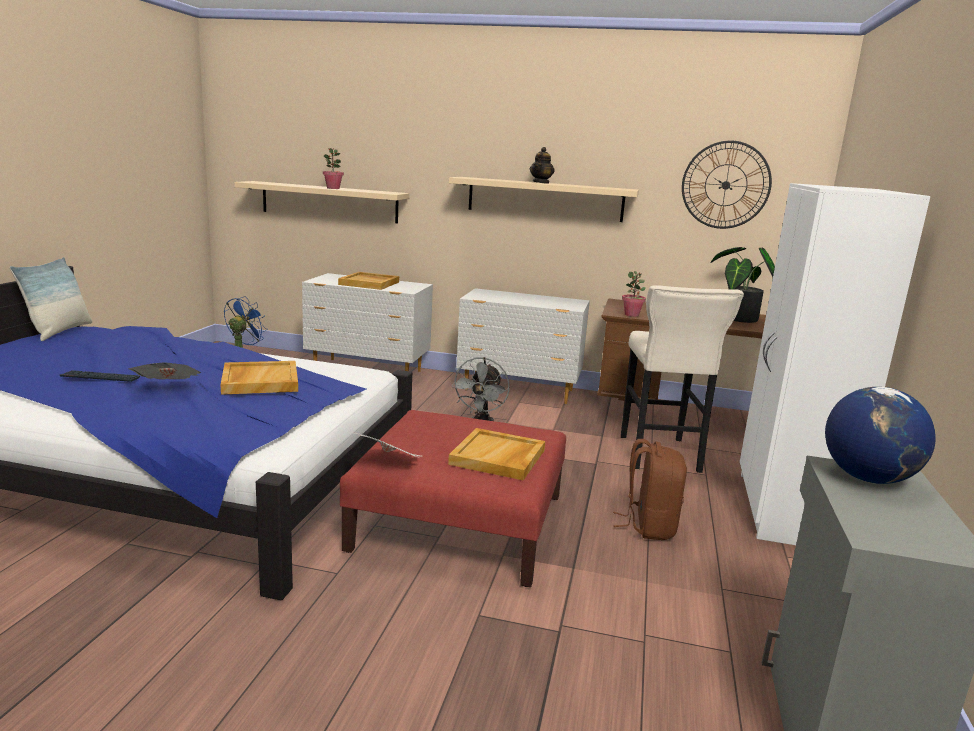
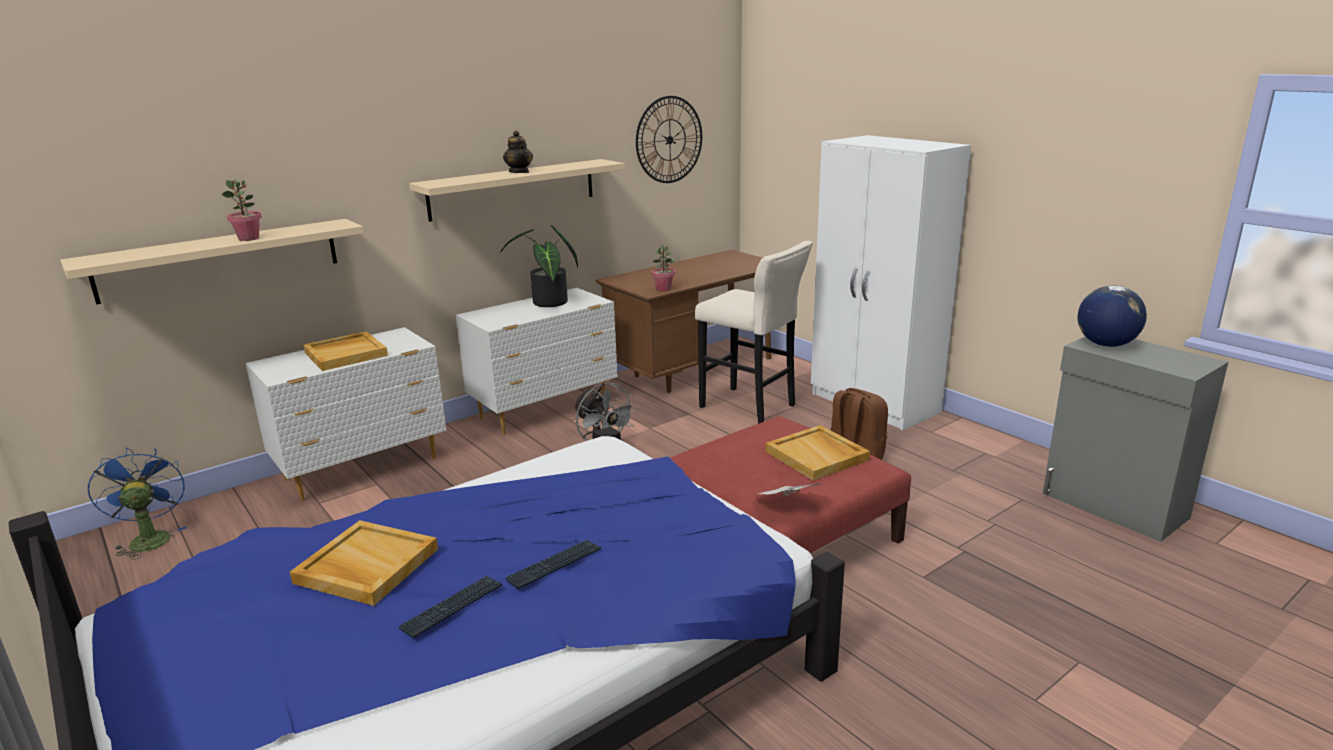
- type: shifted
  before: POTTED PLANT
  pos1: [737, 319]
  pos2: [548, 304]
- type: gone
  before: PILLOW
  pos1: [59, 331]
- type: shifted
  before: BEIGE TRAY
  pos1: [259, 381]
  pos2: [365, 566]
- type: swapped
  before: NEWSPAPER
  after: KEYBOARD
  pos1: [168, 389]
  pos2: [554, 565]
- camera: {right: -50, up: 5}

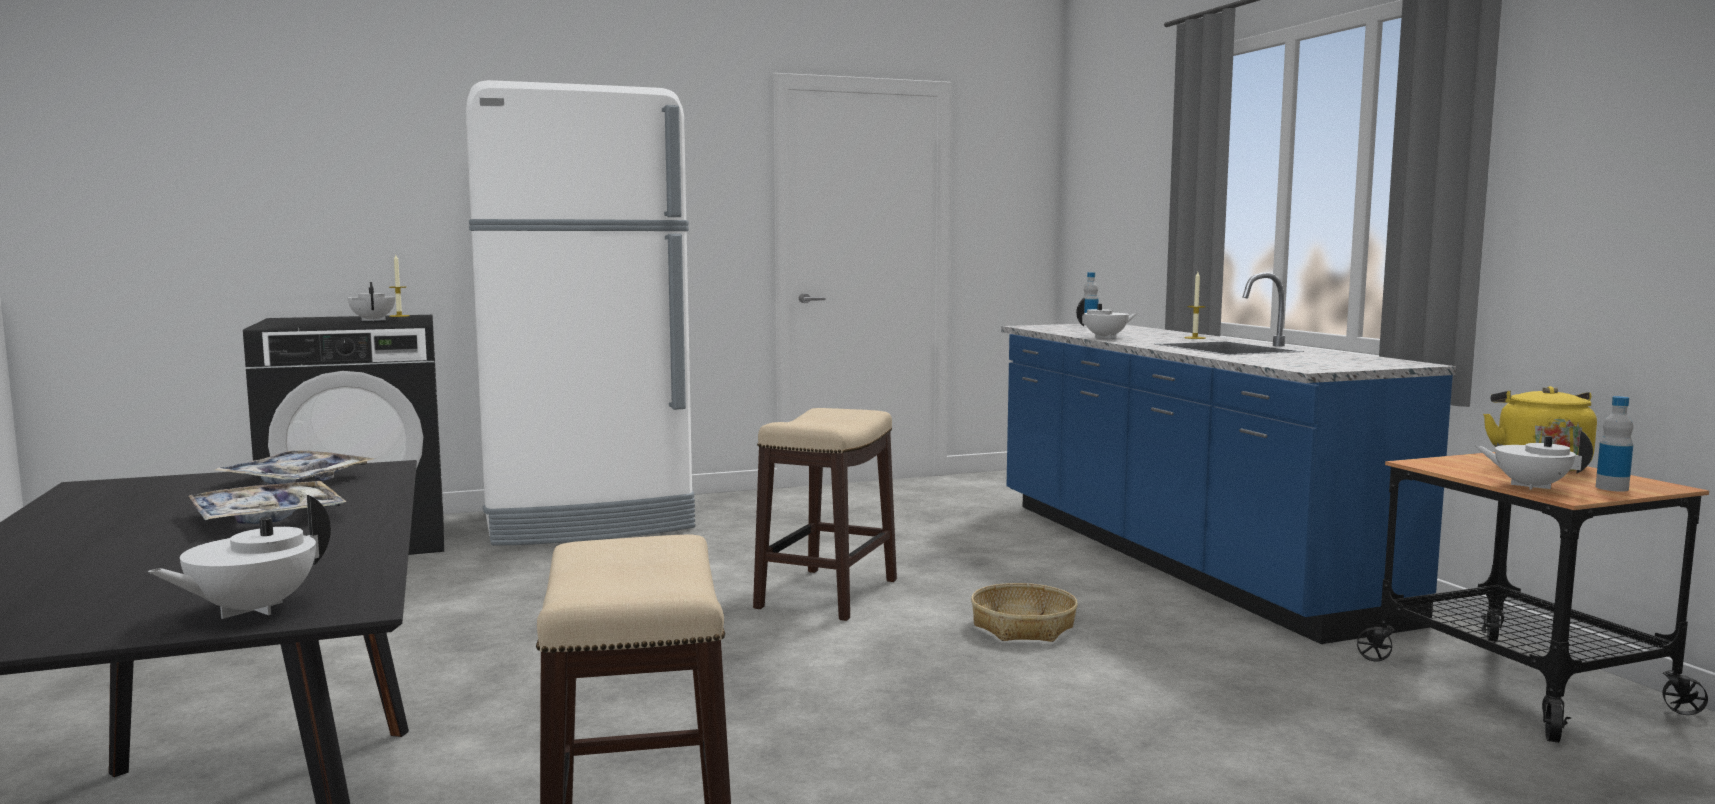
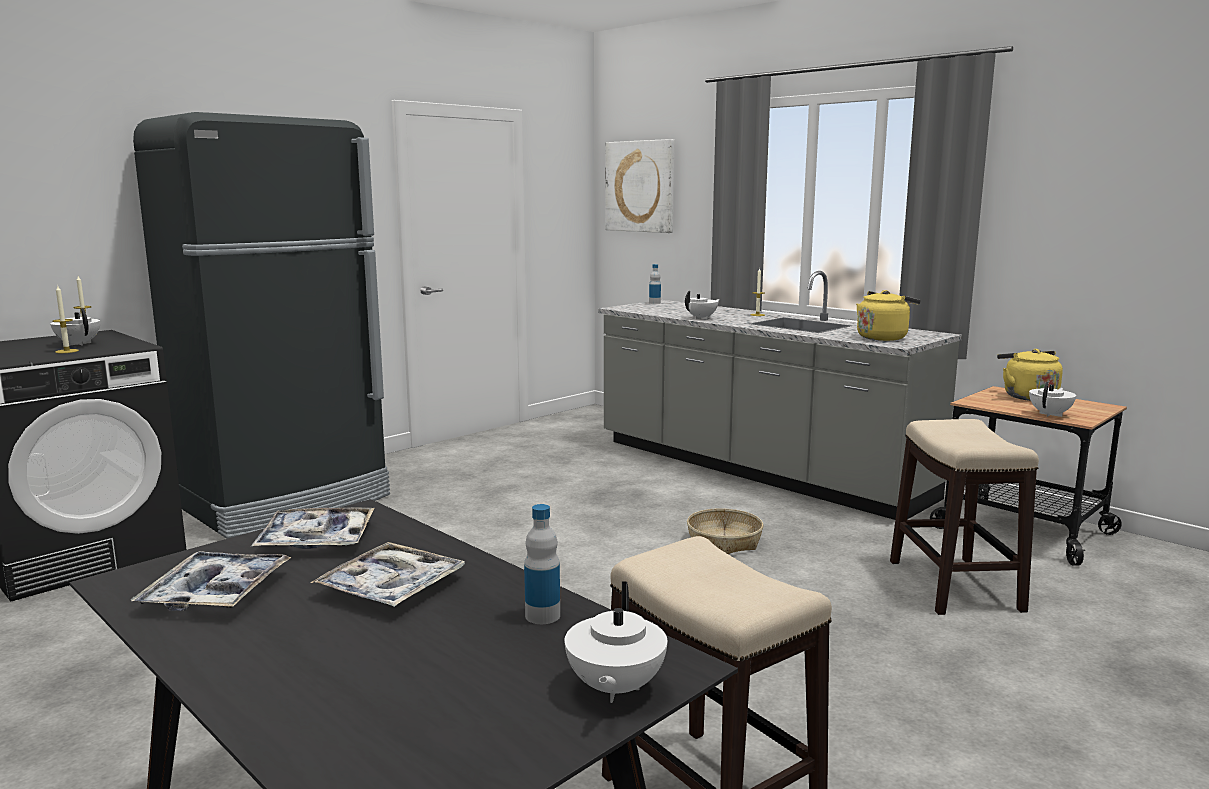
- type: repainted
  before: WHITE FRIDGE
  after: BLACK FRIDGE
  pos1: [588, 522]
  pos2: [287, 502]
- type: repainted
  before: BLUE COUNTER
  after: GREY COUNTER
  pos1: [1177, 557]
  pos2: [756, 469]
- type: shifted
  before: BOTTLE
  pos1: [1612, 488]
  pos2: [542, 615]
- type: shifted
  before: STOOL
  pos1: [827, 594]
  pos2: [955, 586]
- type: rotated
  before: WHITE TEAPOT
  pos1: [1530, 486]
  pos2: [1050, 414]
  turn: 120
- type: new
  after: PICTURE
  pos2: [640, 186]
- type: new
  after: CANDLE
  pos2: [67, 351]
- type: new
  after: YELLOW KETTLE
  pos2: [883, 337]
- type: new
  after: TRAY
  pos2: [215, 592]
- camera: {right: -25, up: 5}

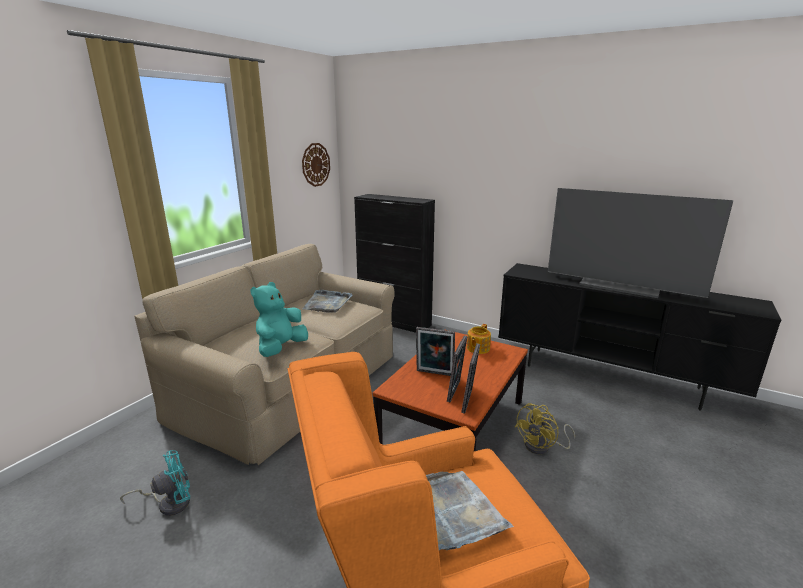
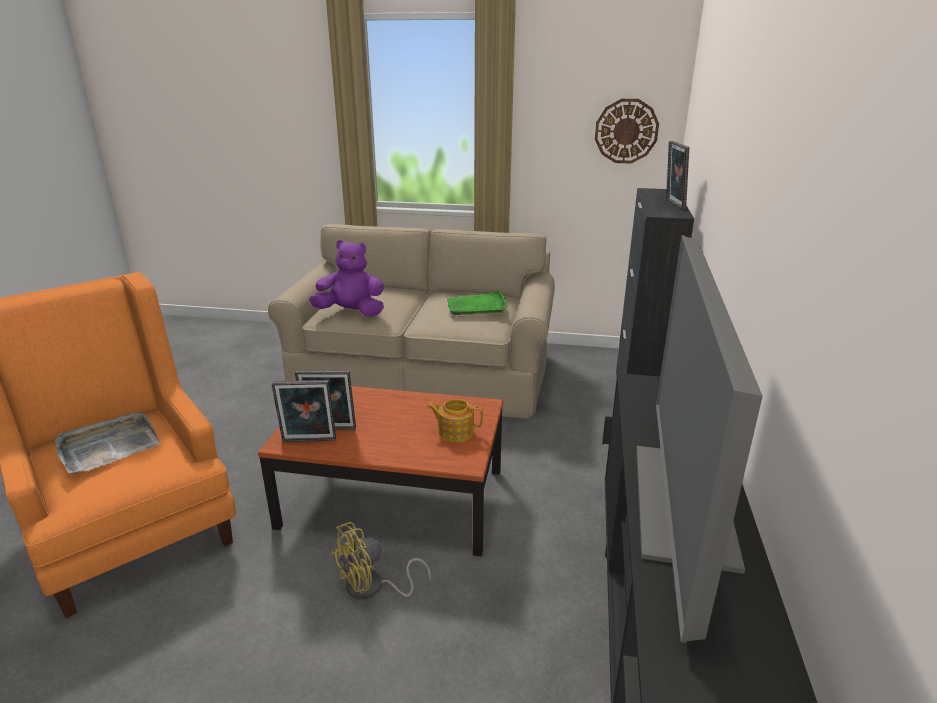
- type: repainted
  before: TURQUOISE PLUSH TOY
  after: PURPLE PLUSH TOY
  pos1: [281, 348]
  pos2: [351, 312]
- type: repainted
  before: GREY TRAY
  after: GREEN TRAY
  pos1: [327, 303]
  pos2: [477, 306]
- type: shifted
  before: PICTURE FRAME
  pos1: [434, 374]
  pos2: [673, 204]
- type: rotated
  before: YELLOW FAN
  pos1: [542, 447]
  pos2: [372, 588]
  turn: -60
- type: gone
  before: TURQUOISE FAN
  pos1: [169, 503]
- camera: {right: 70, up: 5}

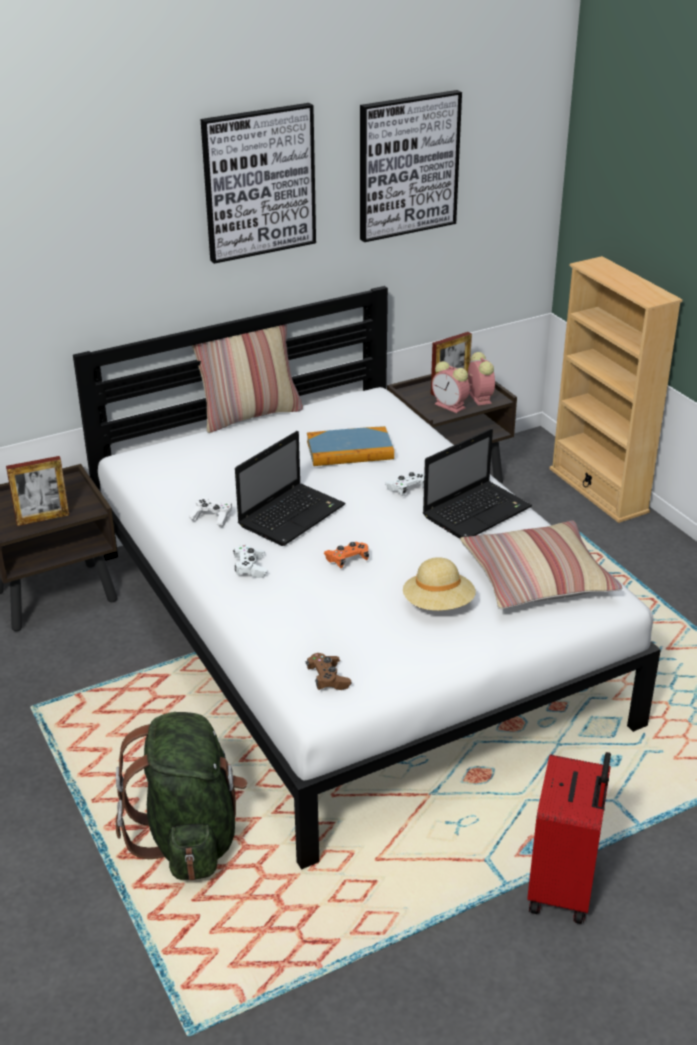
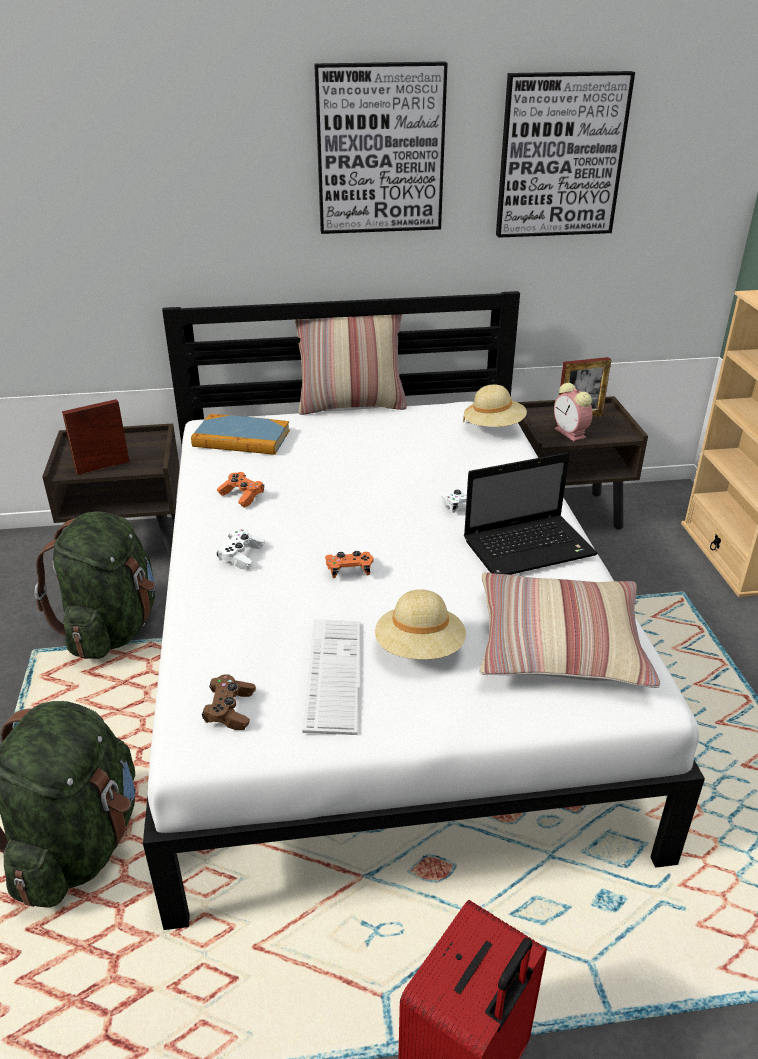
- type: gone
  before: ALARM CLOCK
  pos1: [478, 397]
- type: shifted
  before: BOOK
  pos1: [350, 450]
  pos2: [241, 439]
- type: gone
  before: LAPTOP
  pos1: [292, 515]
- type: rotated
  before: PICTURE FRAME
  pos1: [42, 518]
  pos2: [102, 466]
  turn: 150
- type: repainted
  before: WHITE GAME CONTROLLER
  after: ORANGE GAME CONTROLLER
  pos1: [212, 518]
  pos2: [242, 496]
- type: new
  after: BEIGE HAT
  pos2: [494, 427]
- type: new
  after: GREEN BACKPACK
  pos2: [112, 628]
- type: new
  after: KEYBOARD
  pos2: [334, 675]
- camera: {right: 20, up: 0}

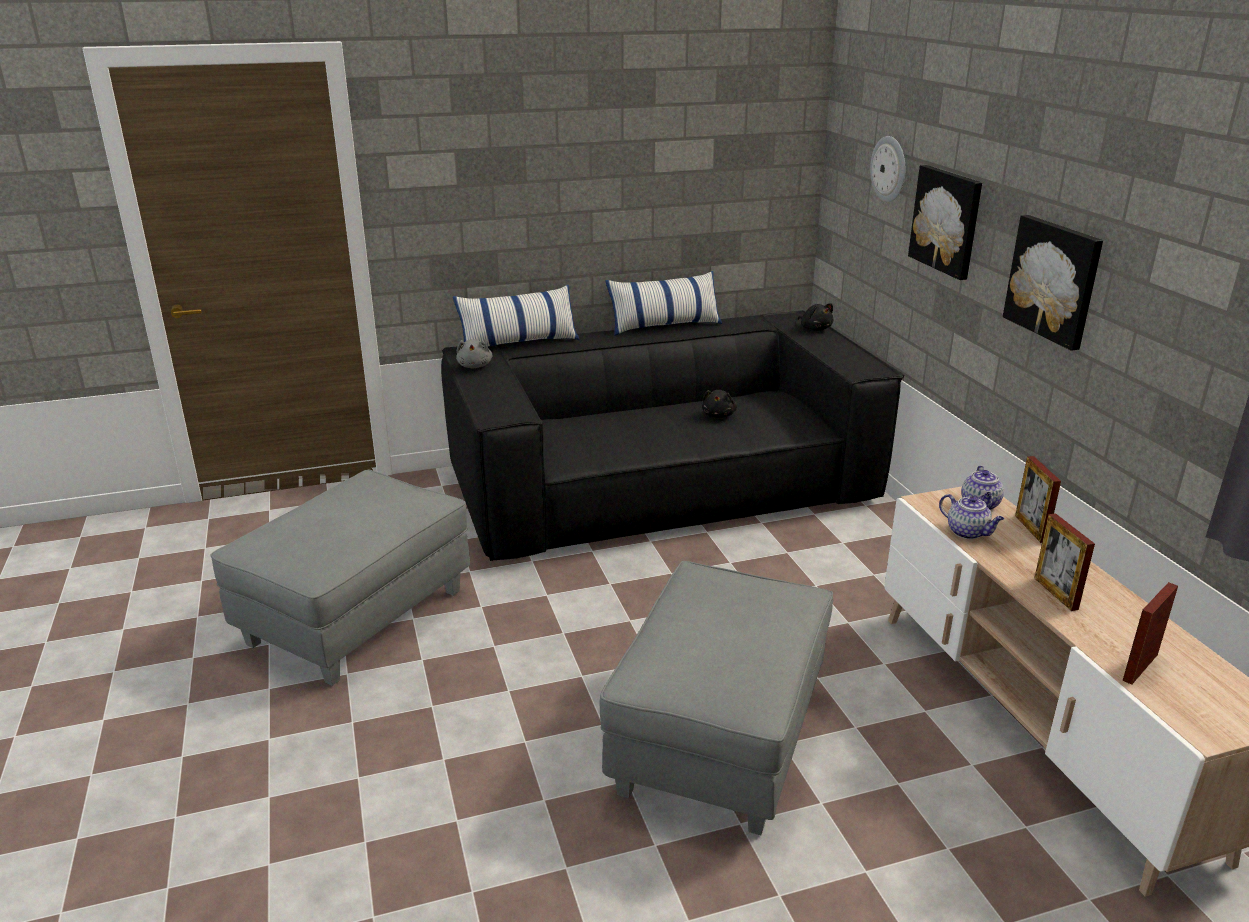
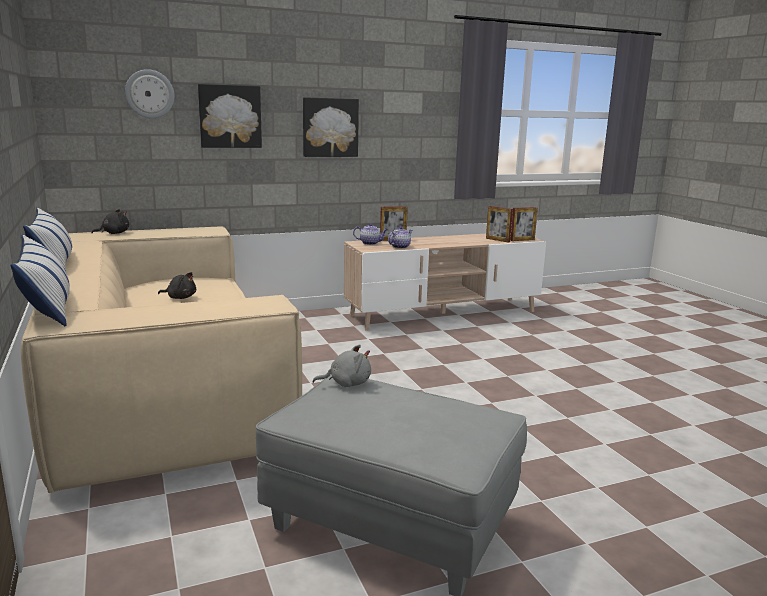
- type: repainted
  before: BLACK SOFA
  after: BEIGE SOFA
  pos1: [663, 486]
  pos2: [164, 384]
- type: shifted
  before: GREY PLUSH TOY
  pos1: [475, 366]
  pos2: [346, 383]
- type: shifted
  before: PICTURE FRAME
  pos1: [1055, 593]
  pos2: [522, 240]
- type: gone
  before: GREY OTTOMAN
  pos1: [719, 741]
- camera: {right: -95, up: -10}

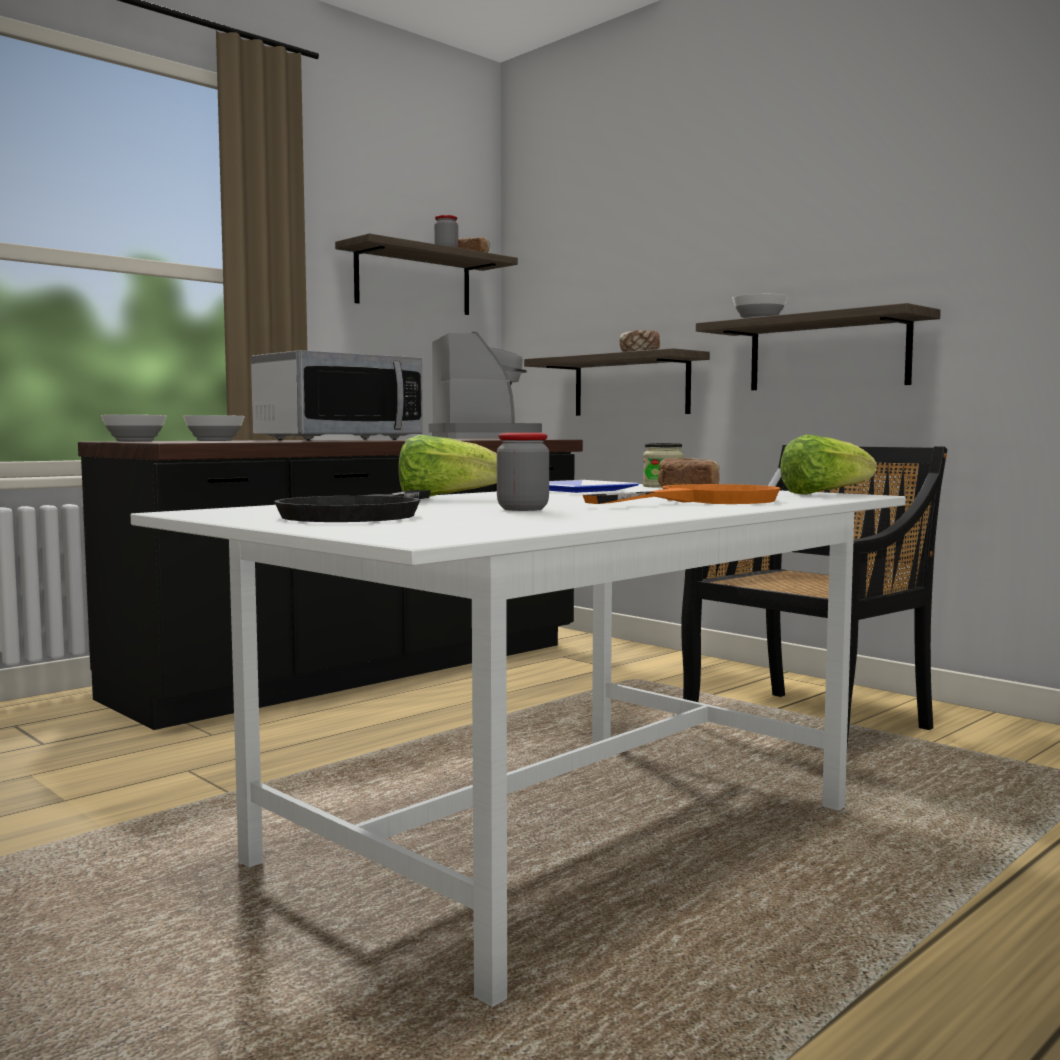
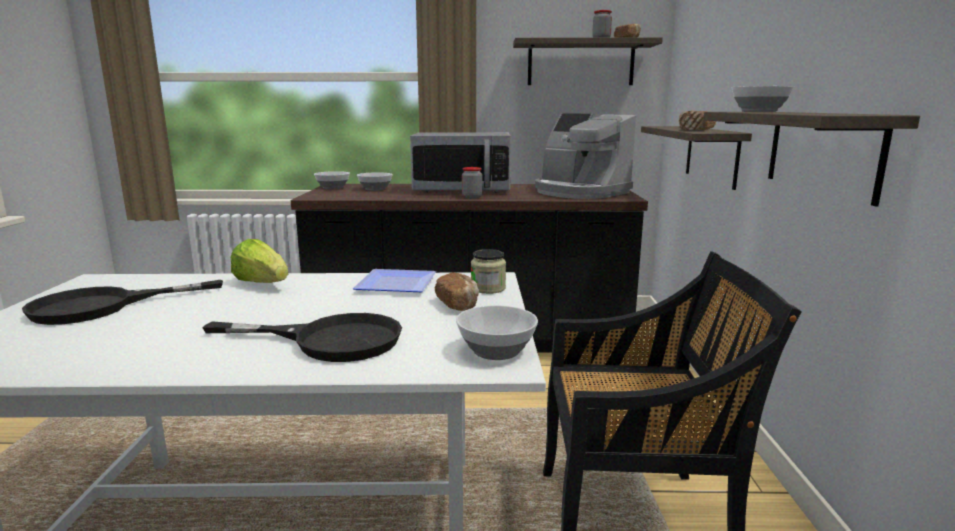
- type: rotated
  before: COFFEE MACHINE
  pos1: [485, 439]
  pos2: [579, 192]
  turn: 105
- type: shifted
  before: JAR
  pos1: [523, 509]
  pos2: [472, 197]
- type: swapped
  before: LETTUCE
  after: BOWL
  pos1: [823, 494]
  pos2: [496, 350]
- type: repainted
  before: ORANGE FRYING PAN
  after: BLACK FRYING PAN
  pos1: [703, 501]
  pos2: [329, 340]
- camera: {right: 45, up: 10}

